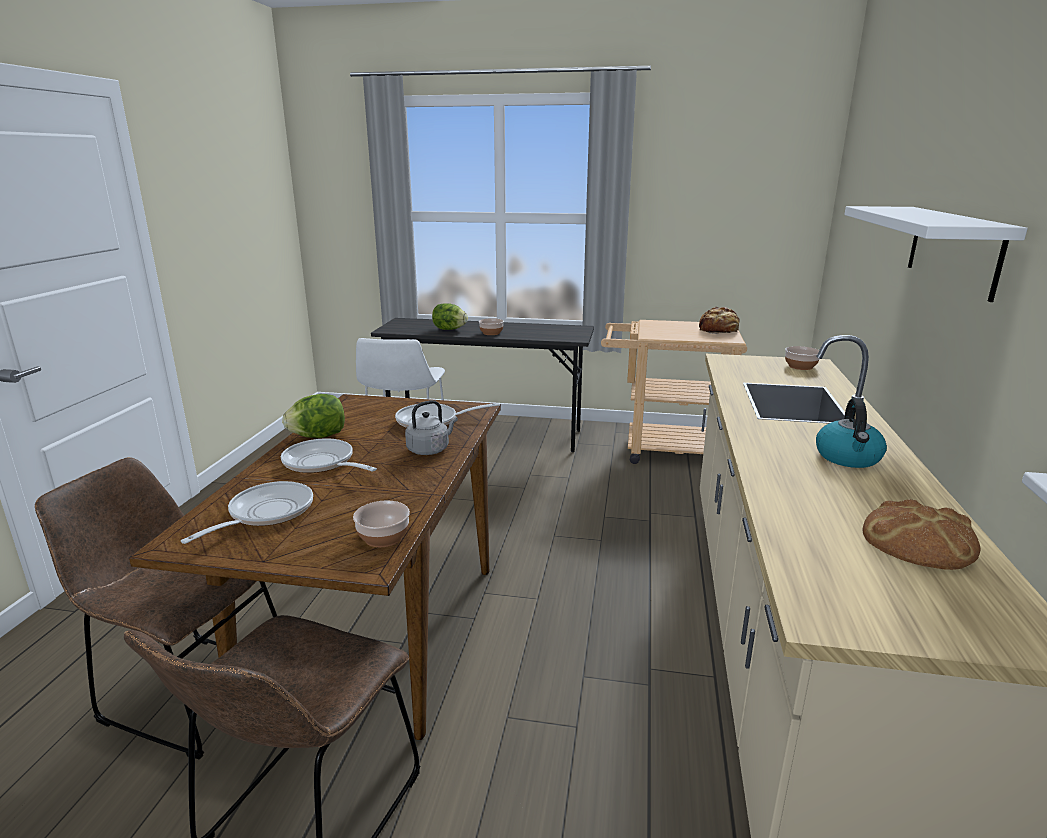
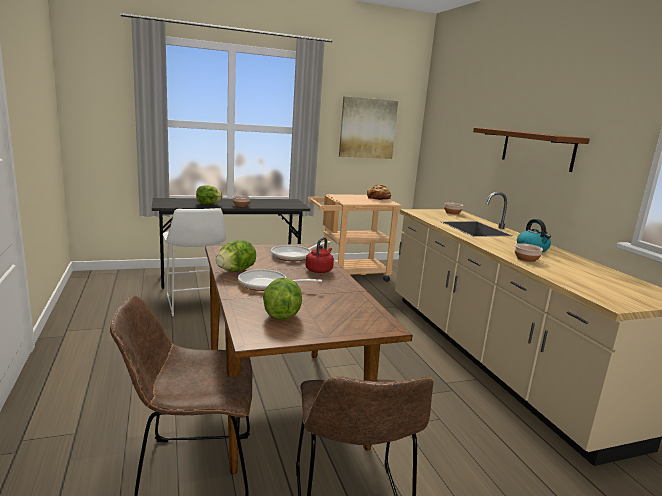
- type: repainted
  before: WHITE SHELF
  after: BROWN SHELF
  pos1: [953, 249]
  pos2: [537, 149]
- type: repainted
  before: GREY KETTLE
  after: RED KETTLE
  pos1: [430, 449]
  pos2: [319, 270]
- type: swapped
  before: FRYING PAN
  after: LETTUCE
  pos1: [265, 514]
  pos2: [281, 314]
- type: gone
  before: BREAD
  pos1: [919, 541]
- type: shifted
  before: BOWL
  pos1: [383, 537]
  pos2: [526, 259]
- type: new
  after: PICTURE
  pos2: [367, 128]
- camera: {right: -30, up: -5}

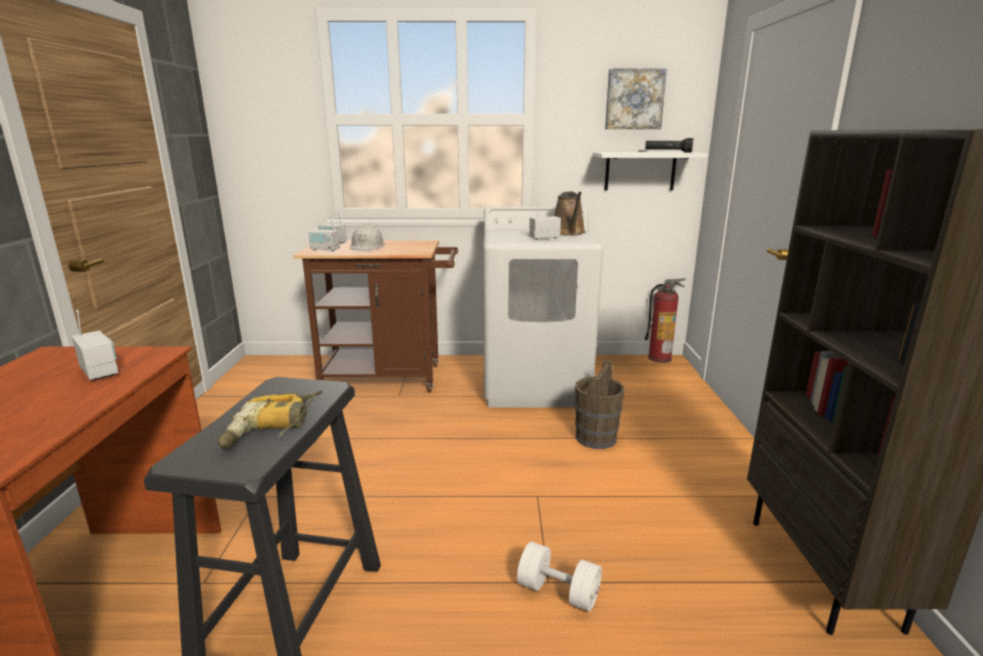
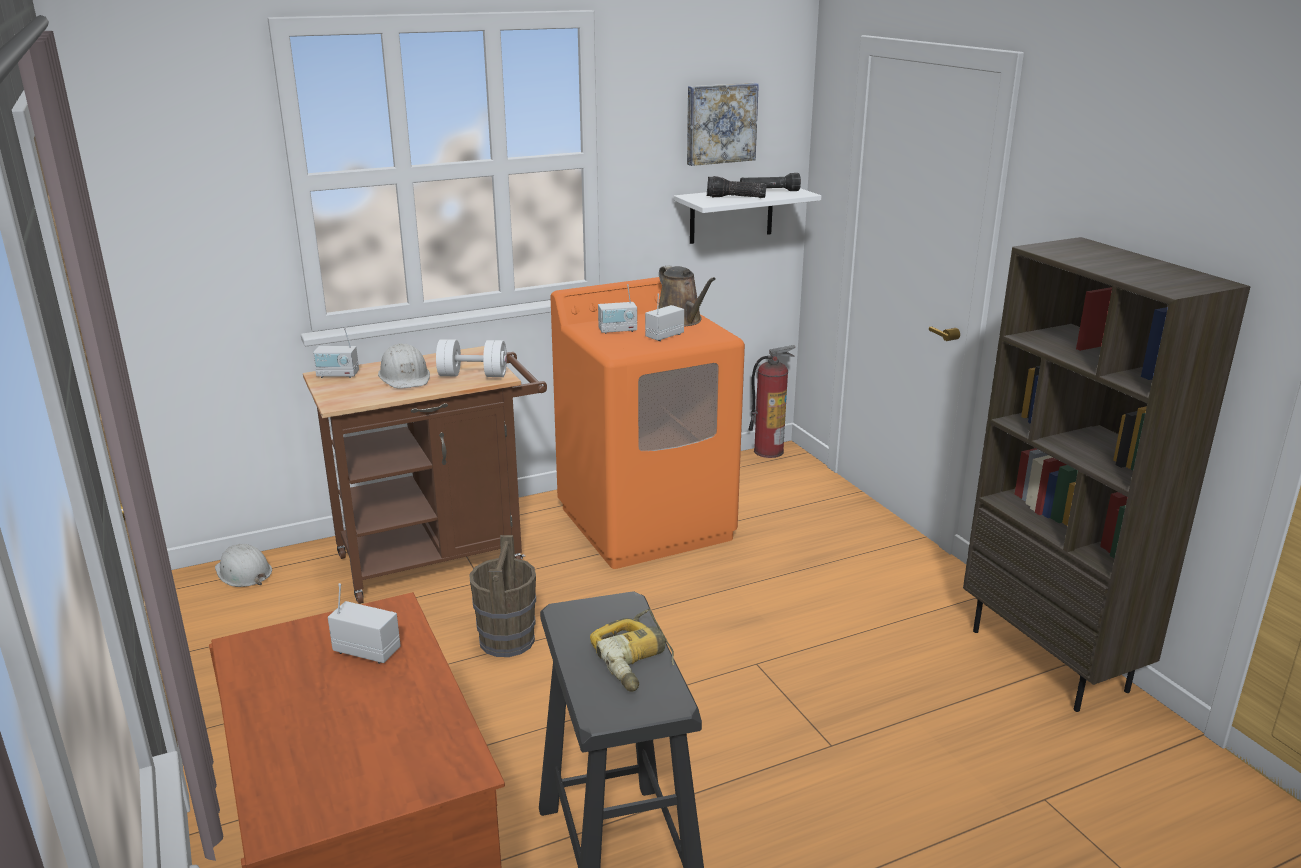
- type: repainted
  before: WHITE WASHING MACHINE
  after: ORANGE WASHING MACHINE
  pos1: [535, 384]
  pos2: [647, 523]
- type: shifted
  before: RADIO
  pos1: [325, 249]
  pos2: [618, 330]
- type: shifted
  before: BROWN BUCKET
  pos1: [595, 438]
  pos2: [506, 641]
- type: shifted
  before: WHITE DUMBBELL
  pos1: [558, 592]
  pos2: [473, 375]
- type: new
  after: FLASHLIGHT
  pos2: [735, 197]
- type: new
  after: WHITE HARD HAT
  pos2: [243, 573]
- camera: {right: -25, up: 5}

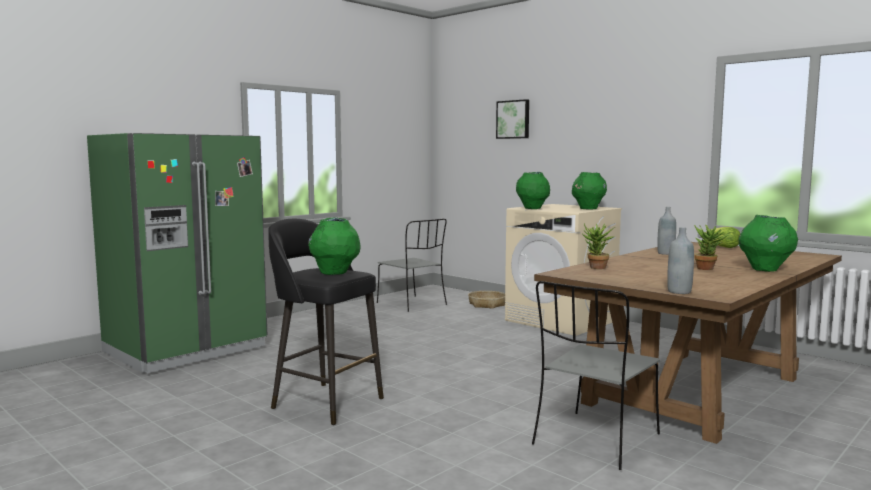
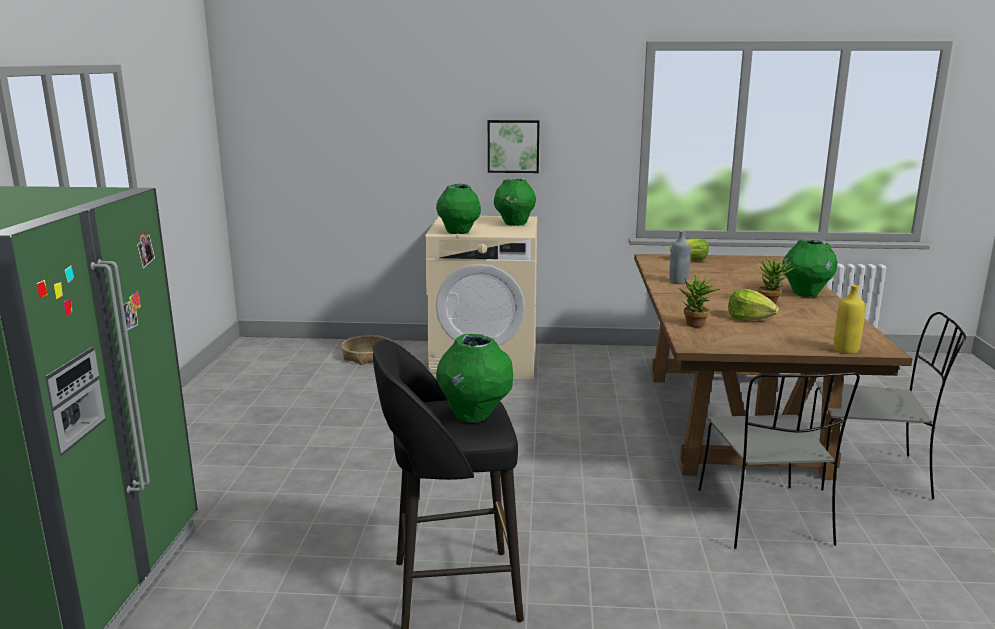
- type: shifted
  before: PICTURE
  pos1: [513, 119]
  pos2: [513, 146]
- type: shifted
  before: GREY CHAIR
  pos1: [413, 304]
  pos2: [870, 473]
- type: repainted
  before: GREY BOTTLE
  after: YELLOW BOTTLE
  pos1: [679, 292]
  pos2: [845, 350]
- type: new
  after: LETTUCE
  pos2: [749, 318]
- camera: {right: -40, up: 10}

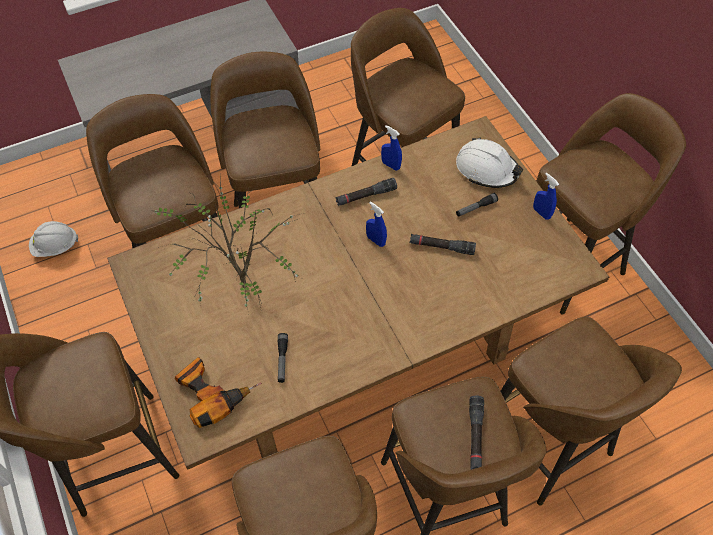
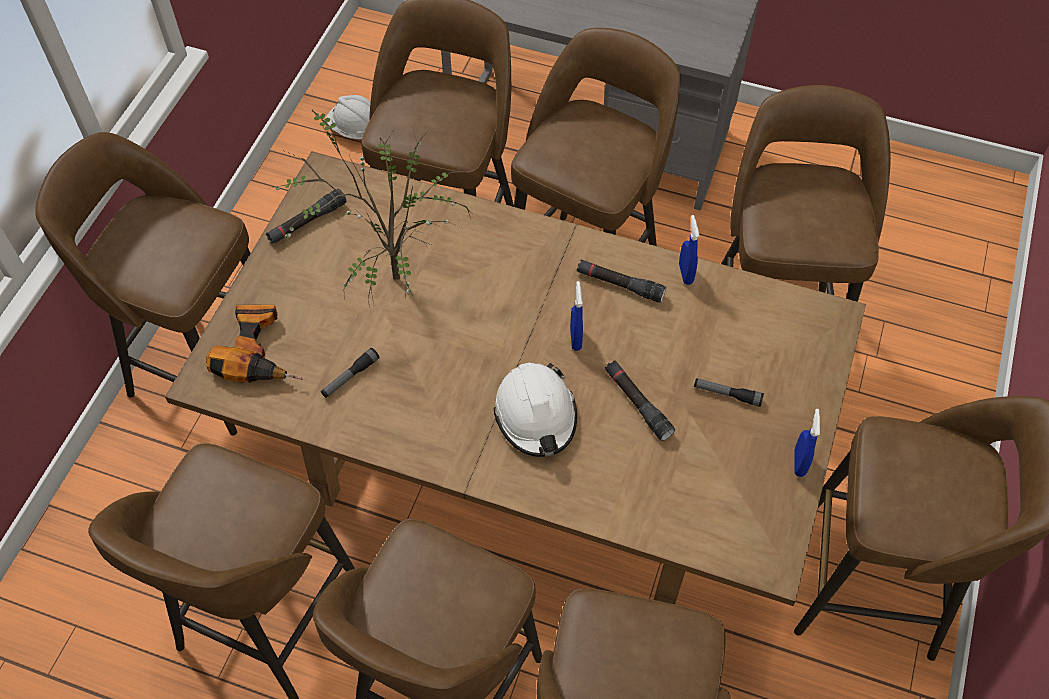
- type: shifted
  before: WHITE HARD HAT
  pos1: [487, 169]
  pos2: [536, 415]
- type: shifted
  before: BLACK FLASHLIGHT
  pos1: [475, 435]
  pos2: [307, 222]
- camera: {right: 45, up: 0}

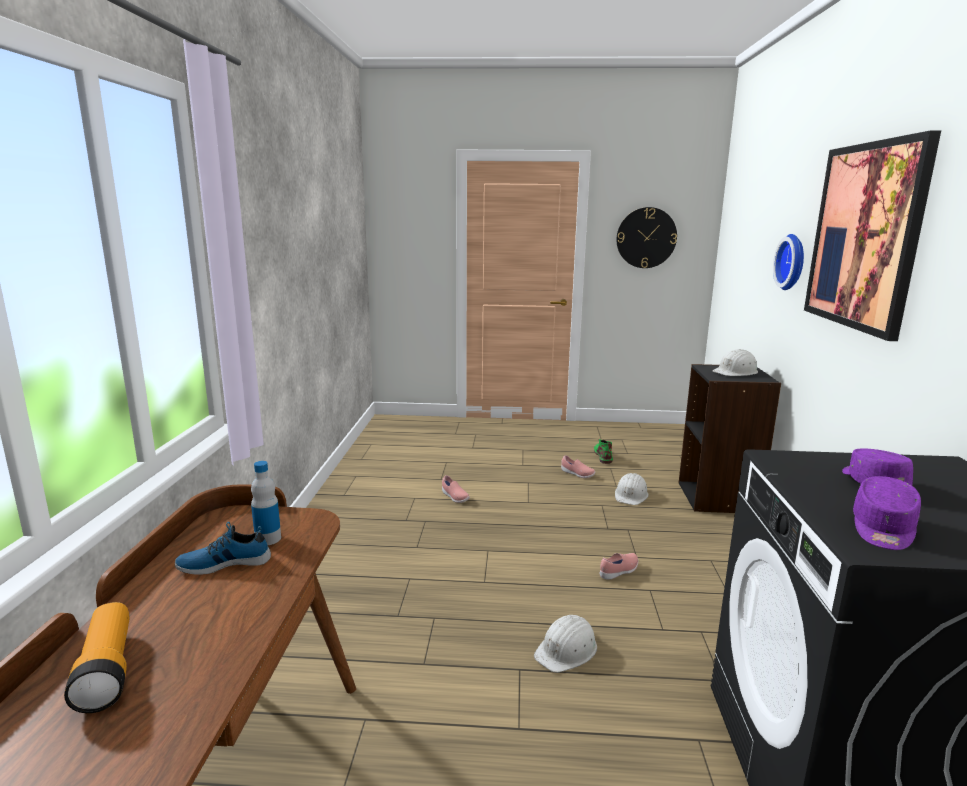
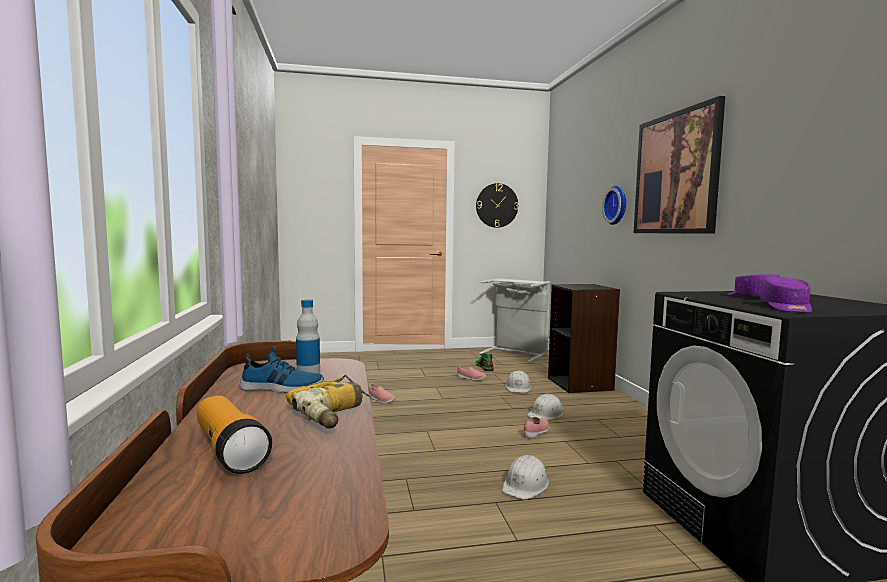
- type: shifted
  before: WHITE HARD HAT
  pos1: [736, 372]
  pos2: [546, 414]
- type: rotated
  before: SHOE
  pos1: [224, 563]
  pos2: [281, 388]
  turn: -150
- type: new
  after: GREY LAUNDRY BASKET
  pos2: [516, 353]
- type: new
  after: POWER DRILL
  pos2: [334, 412]
- camera: {right: -15, up: -10}

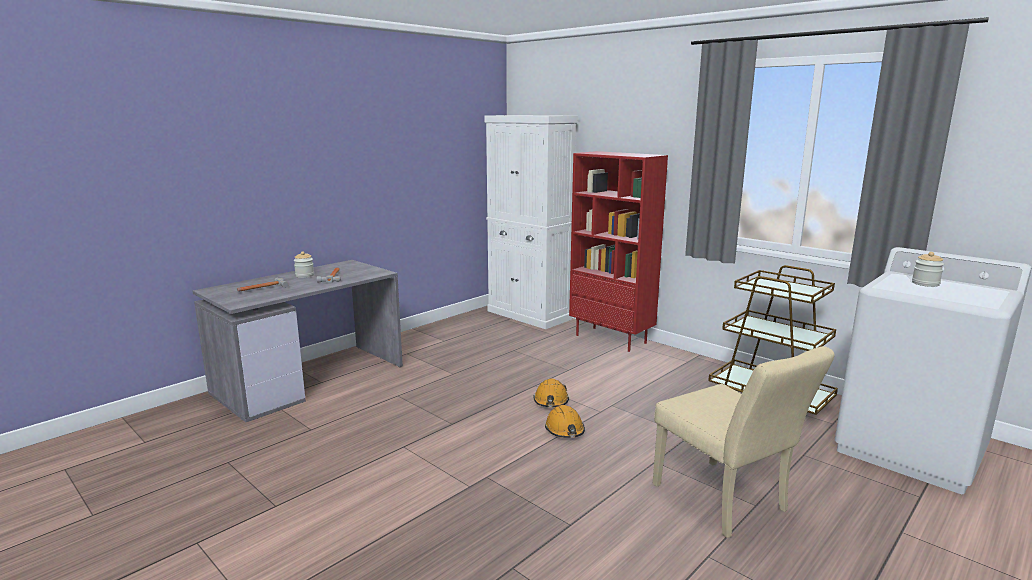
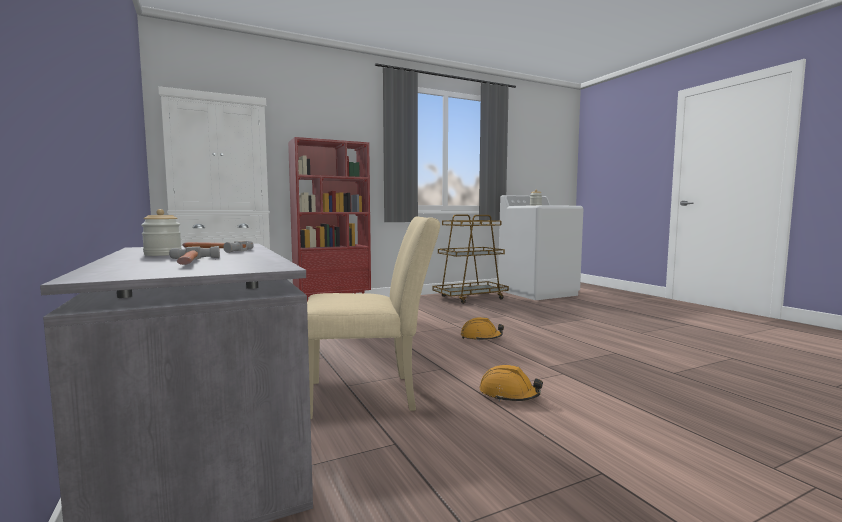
- type: shifted
  before: BEIGE CHAIR
  pos1: [726, 502]
  pos2: [371, 395]
- type: shifted
  before: ORANGE HARD HAT
  pos1: [551, 401]
  pos2: [509, 395]
- camera: {right: -70, up: -10}

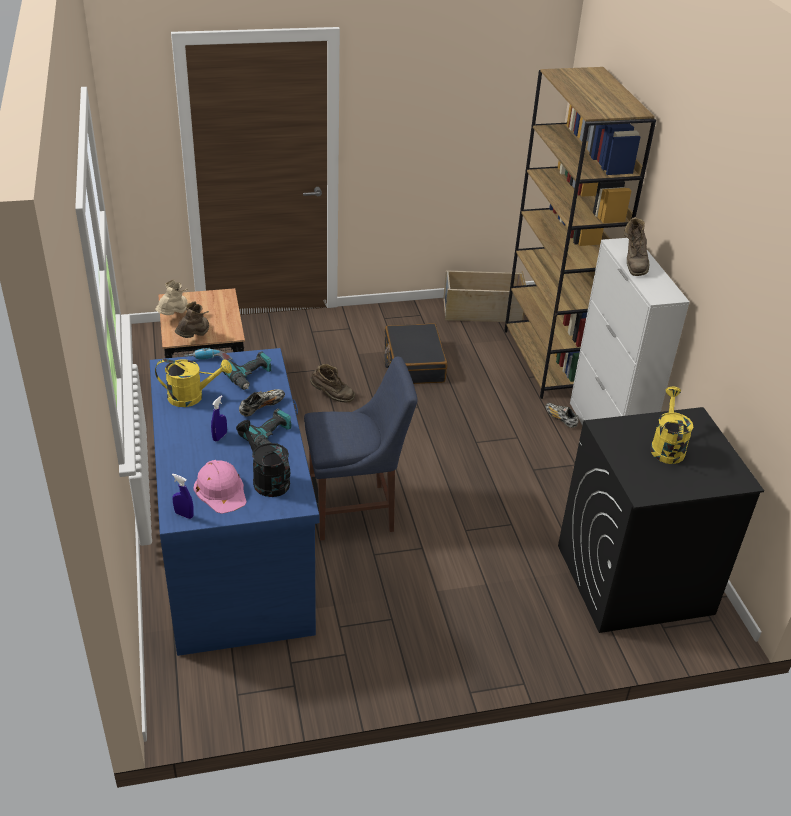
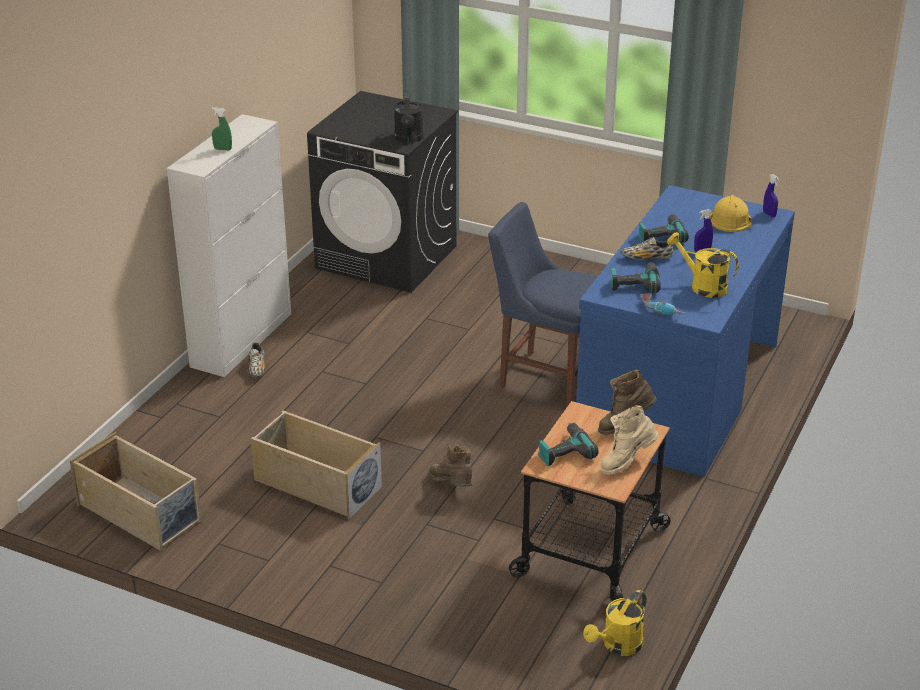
- type: gone
  before: BROWN BOOKCASE
  pos1: [550, 361]
- type: swapped
  before: BROWN BOOT
  after: GREEN SPRAY BOTTLE
  pos1: [634, 264]
  pos2: [222, 149]
- type: swapped
  before: BLACK SUITCASE
  after: BEIGE STORAGE BOX
  pos1: [413, 364]
  pos2: [316, 484]
- type: shifted
  before: YELLOW WATERING CAN
  pos1: [666, 446]
  pos2: [618, 646]
- type: shifted
  before: BLACK WATERING CAN
  pos1: [266, 479]
  pos2: [409, 139]
- type: repainted
  before: PINK HARD HAT
  after: YELLOW HARD HAT
  pos1: [221, 490]
  pos2: [729, 218]
- type: new
  after: POWER DRILL
  pos2: [564, 451]
- camera: {right: -140, up: -5}

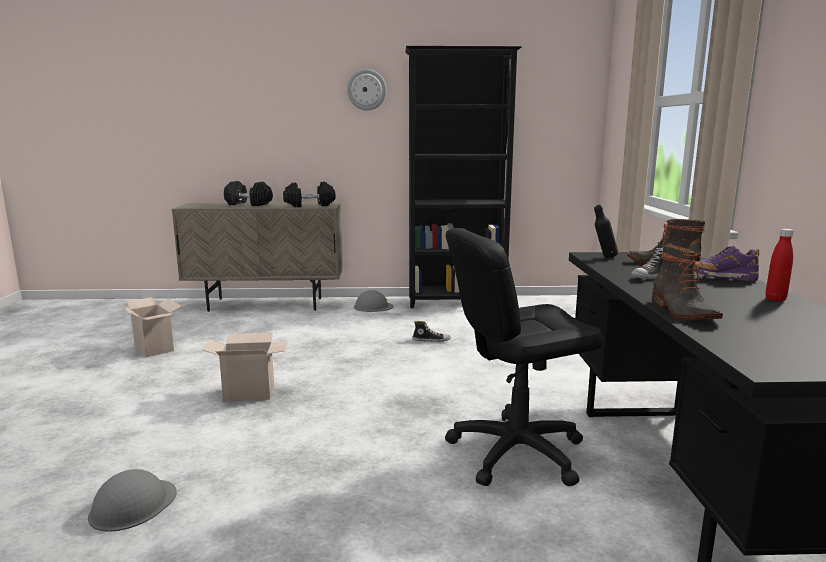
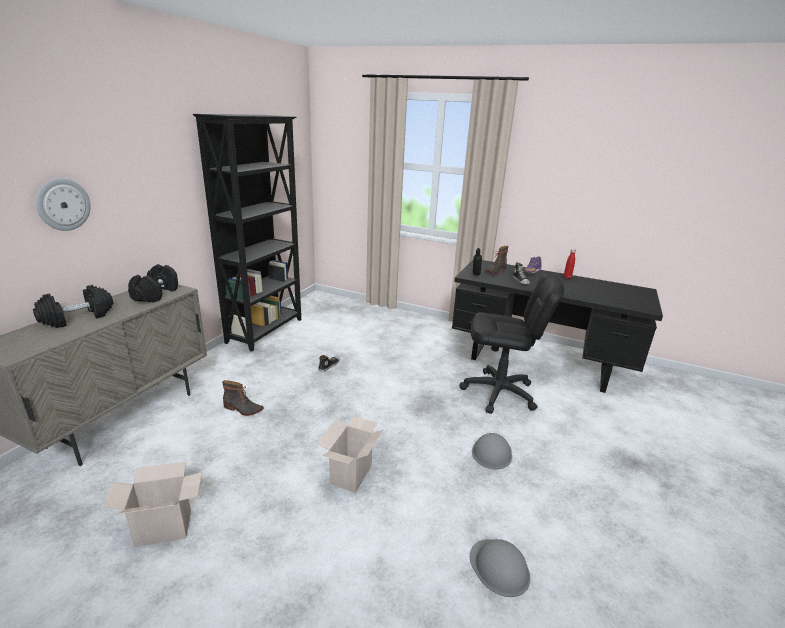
- type: shifted
  before: WALL CLOCK
  pos1: [366, 90]
  pos2: [63, 204]
- type: rotated
  before: BLACK OFFICE CHAIR
  pos1: [516, 452]
  pos2: [499, 393]
  turn: -90
- type: shifted
  before: BOOT
  pos1: [681, 312]
  pos2: [243, 409]
- type: shifted
  before: GREY HARD HAT
  pos1: [373, 306]
  pos2: [492, 452]
- camera: {right: -65, up: 10}

